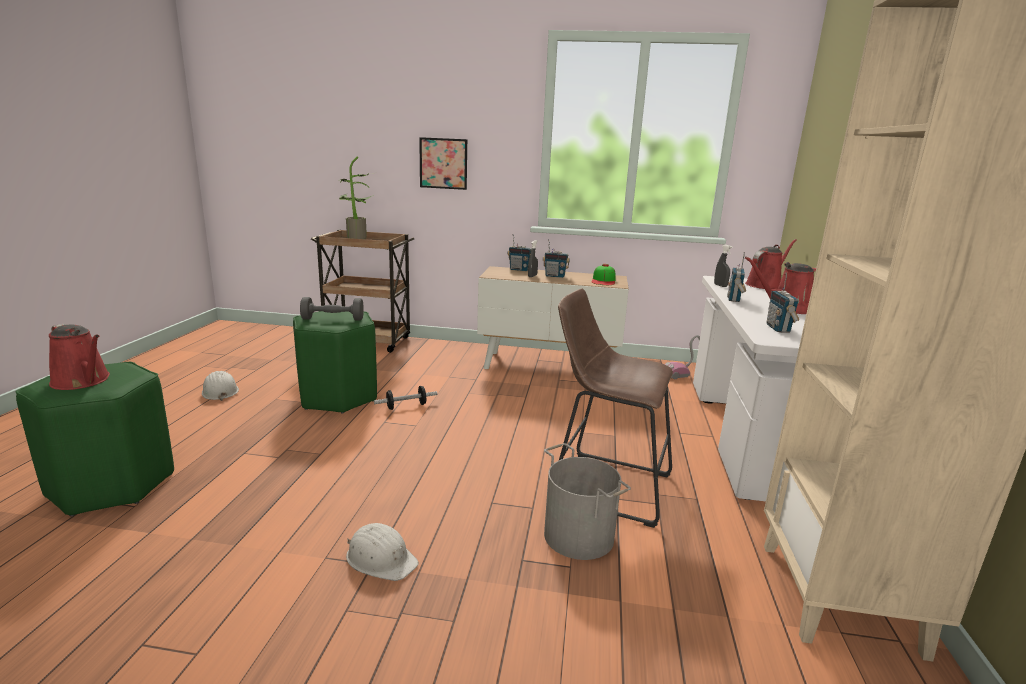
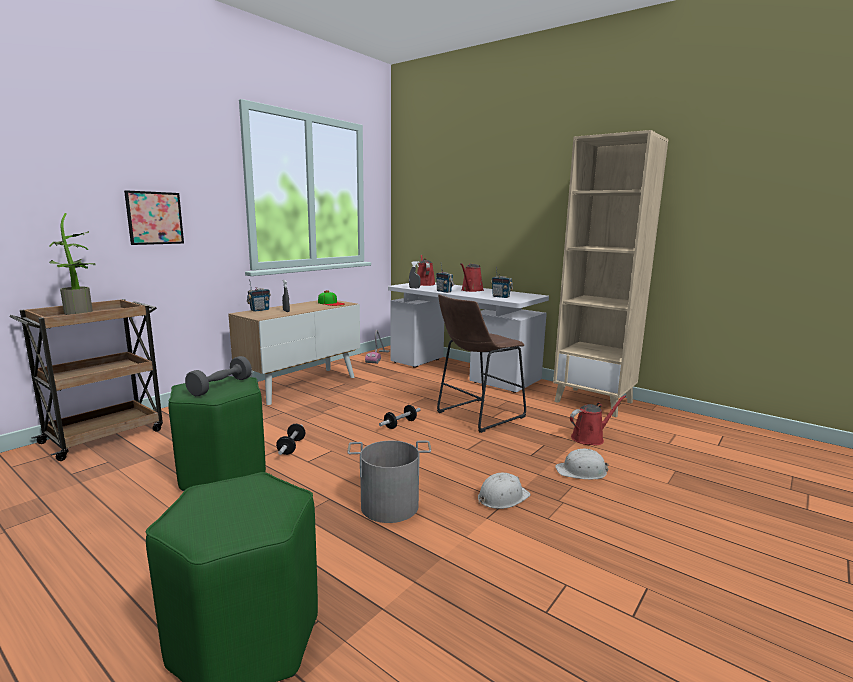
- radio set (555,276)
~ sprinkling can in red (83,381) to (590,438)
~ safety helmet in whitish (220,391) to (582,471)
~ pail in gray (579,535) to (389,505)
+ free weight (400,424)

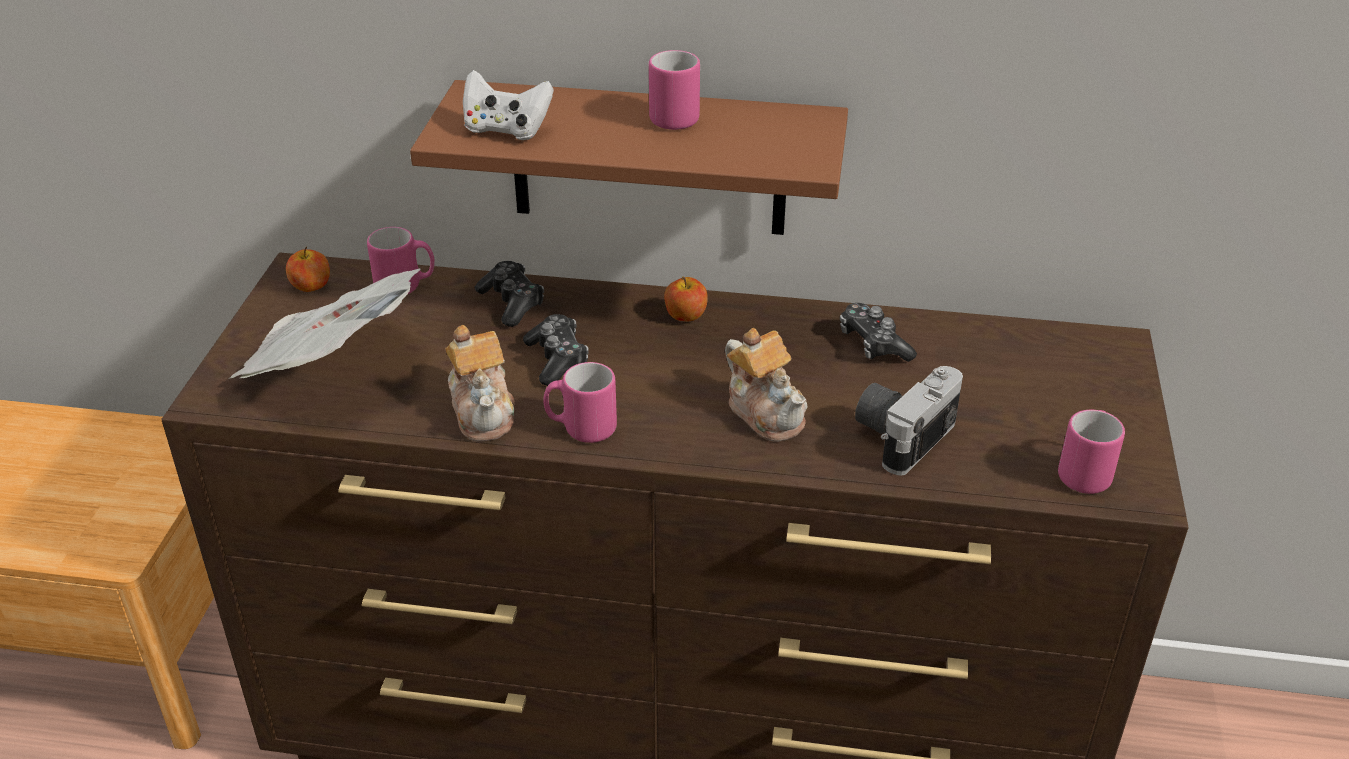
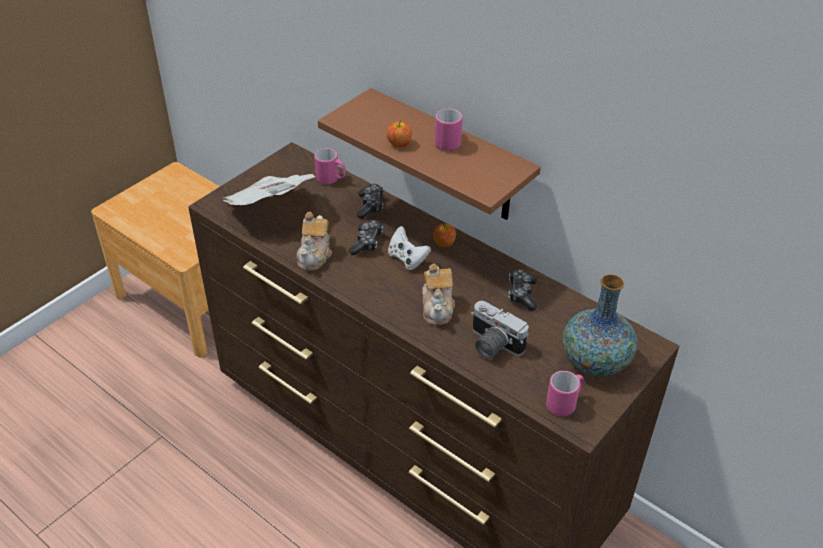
~ game controller in whitish (506,130) to (407,259)
~ apple (311,286) to (399,144)
- tea mug in pinkish (581,428)
~ photo camera (901,434) = (491,345) 120 degrees counterclockwise
+ decorative vase (595,362)

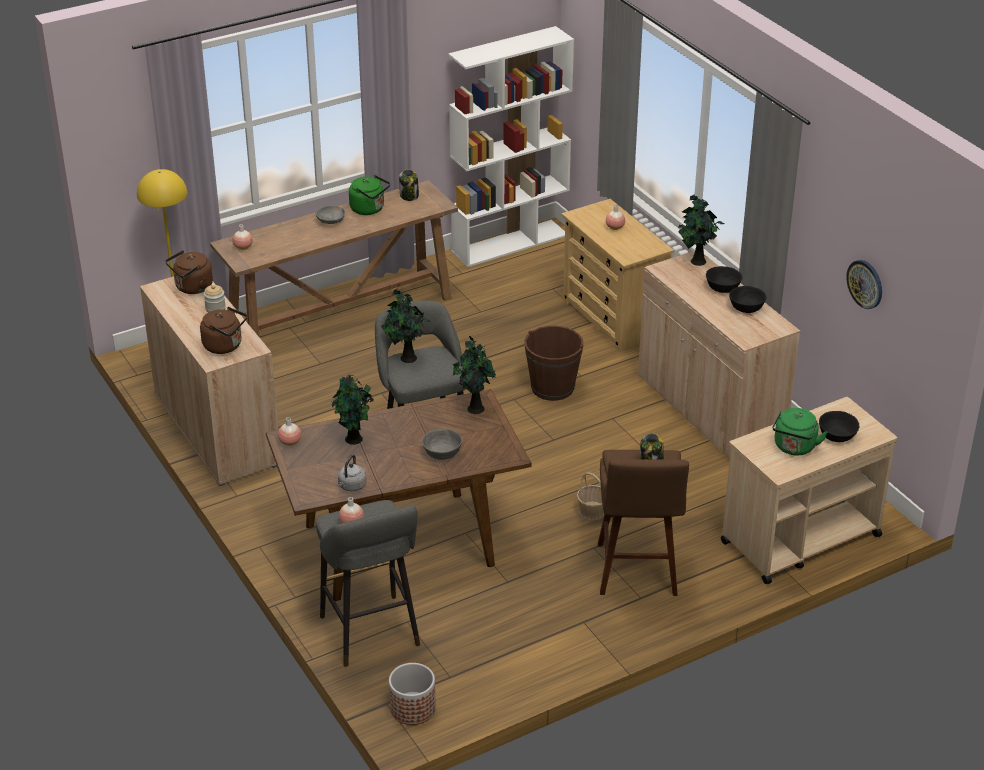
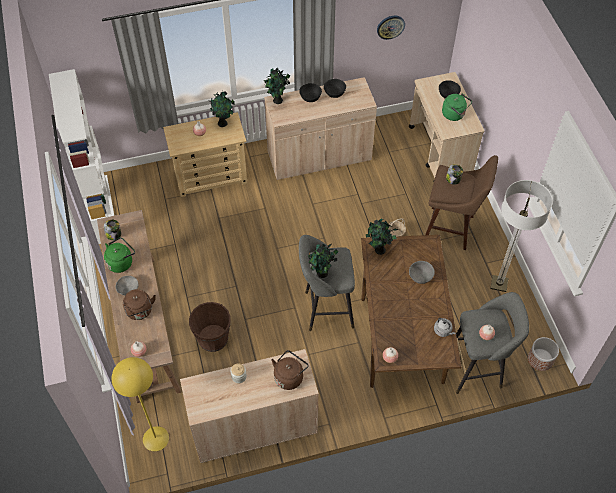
~ tea kettle in brown-coloured (192,288) to (140,312)
~ pail in brown-coloured (552,388) to (213,338)
~ potted plant (354,440) to (223,123)
+ standard lamp (499,284)

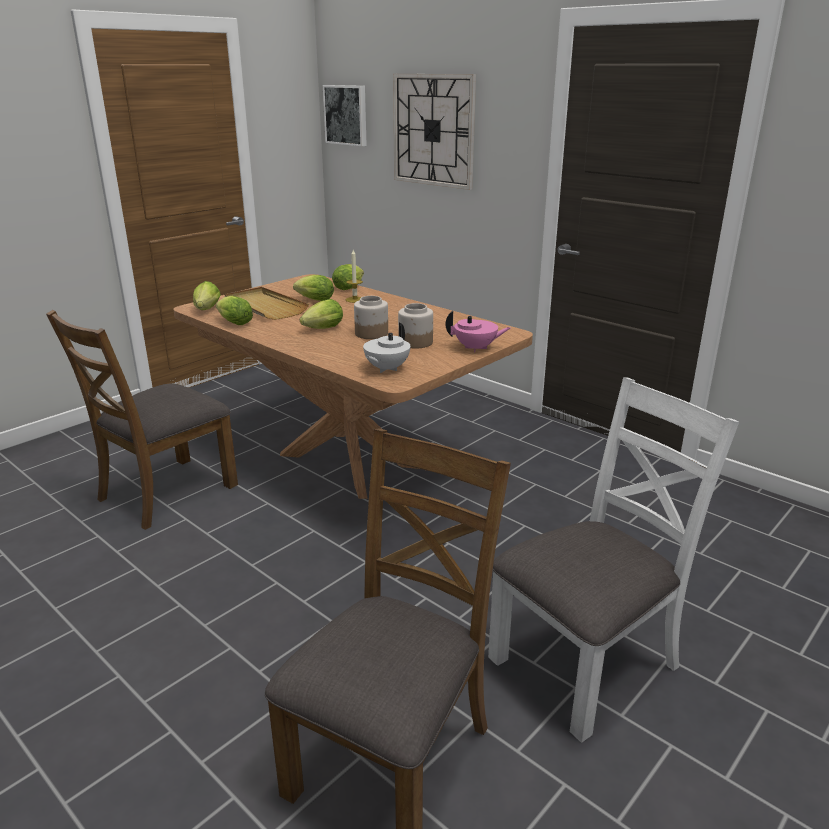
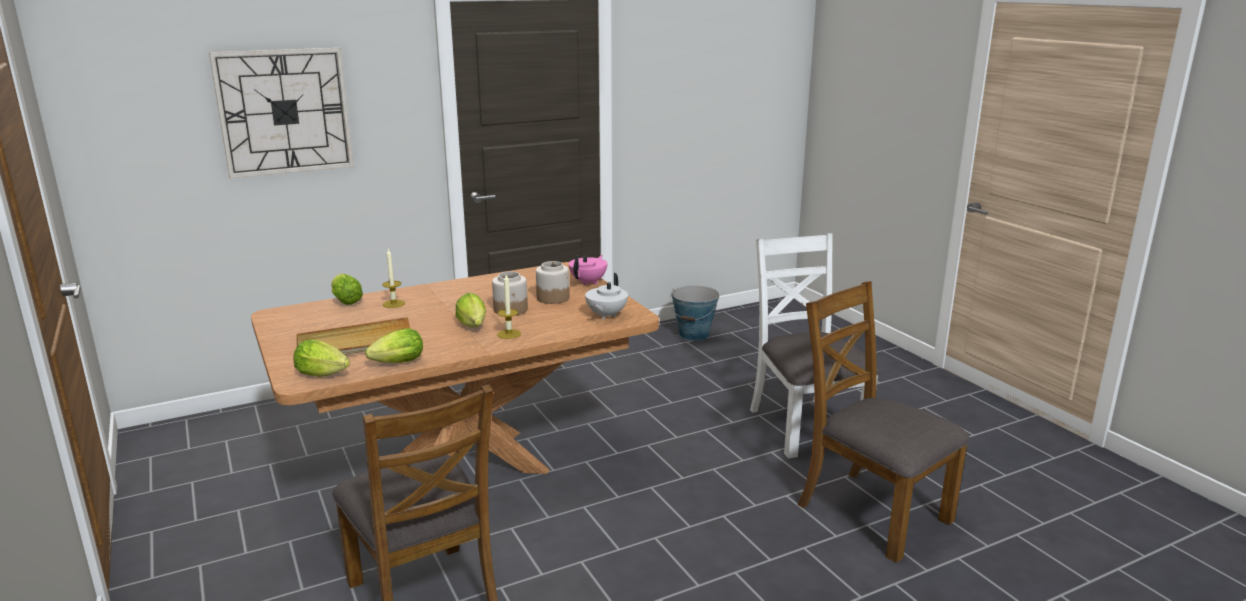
- picture (346,115)
- lettuce head (313,300)
~ teapot in whitish (386,369) = (606,315) 60 degrees clockwise
+ wax candle (509,334)
+ pail (694,335)

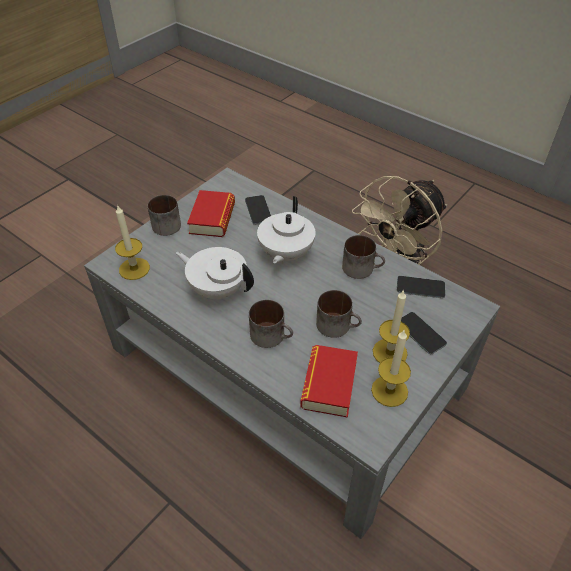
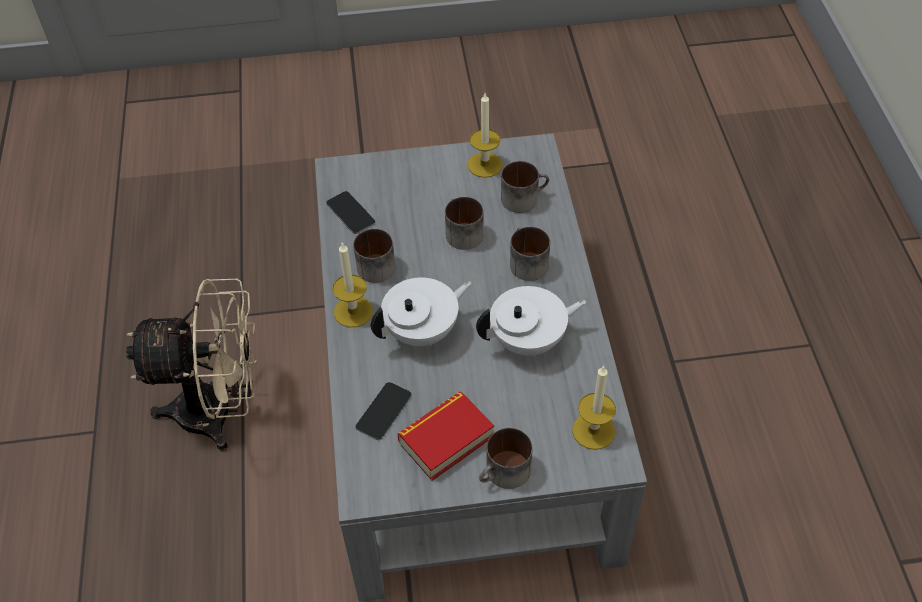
~ teapot in whitish (218,289) = (529,341) 90 degrees counterclockwise
~ wax candle (389,352) to (353,311)
- phone (421,333)
~ bound book (329,384) to tea mug (523,197)

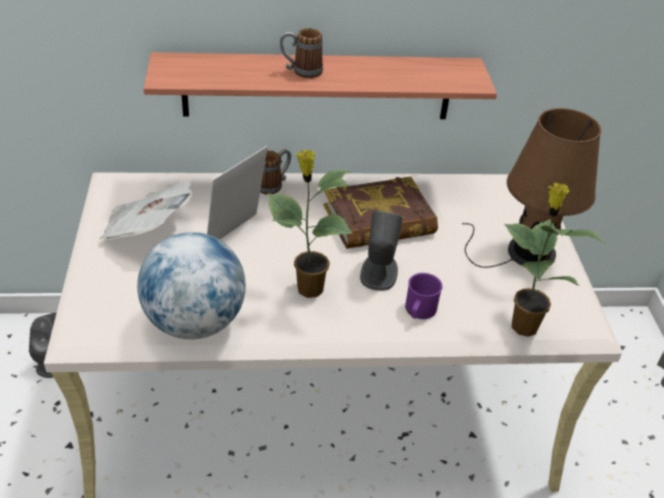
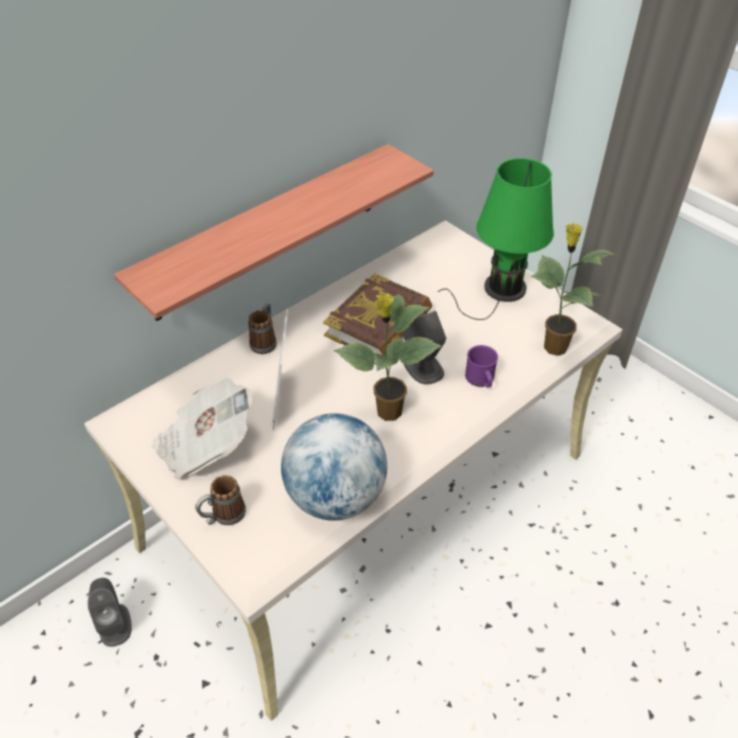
~ tea mug (301,71) to (223,516)
~ lamp for a table in brown-coloured (525,252) to lamp for a table in green (500,290)

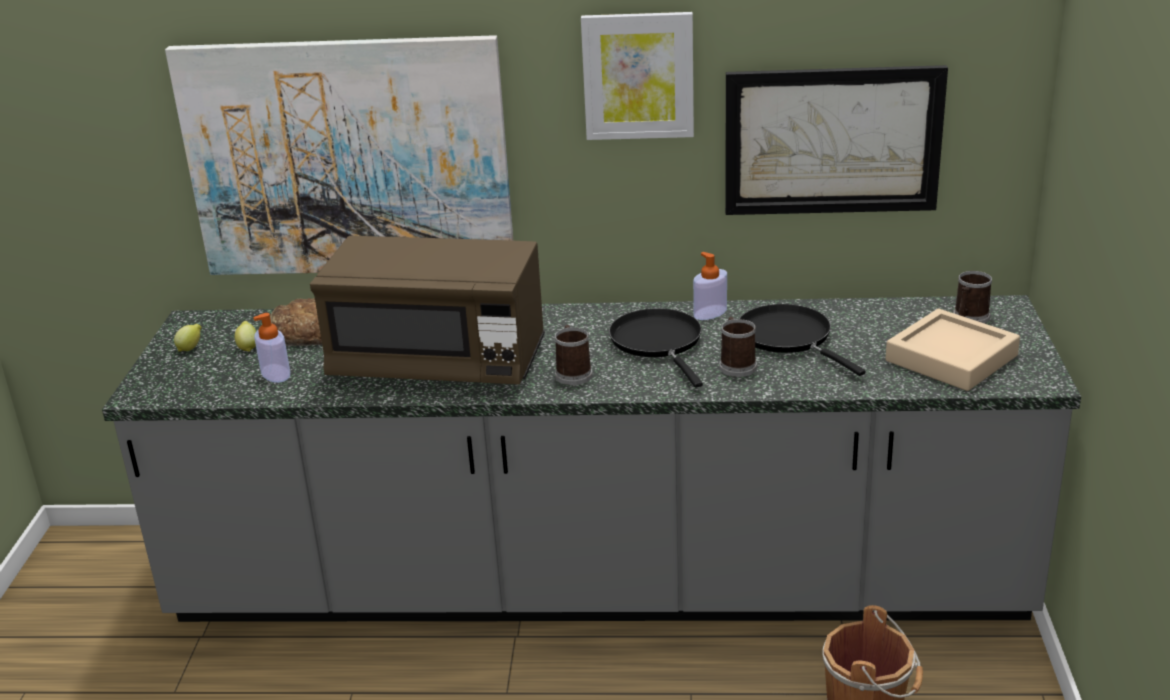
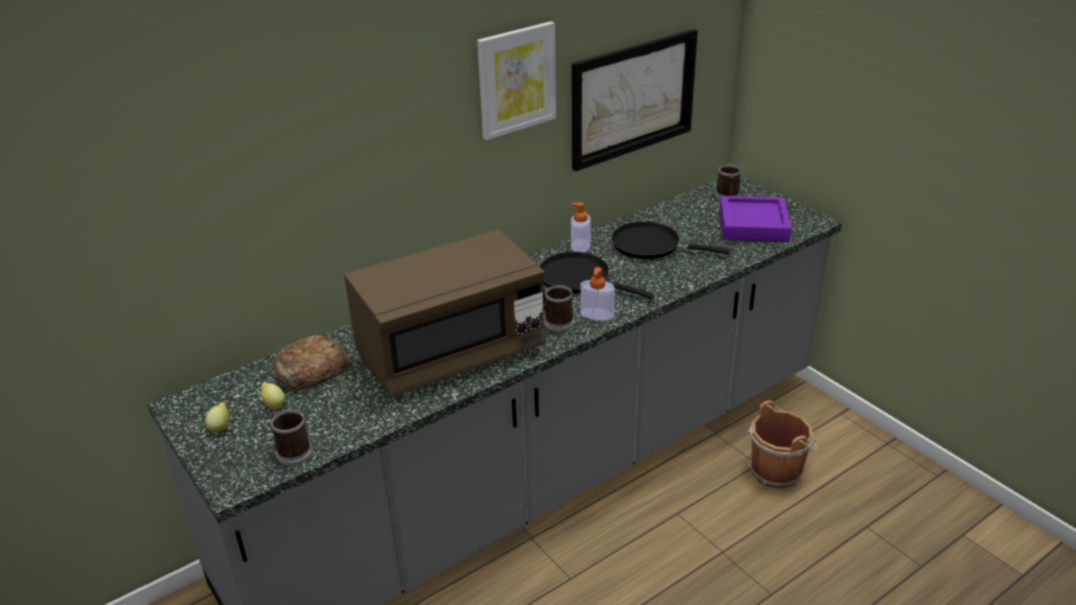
- picture (347,158)
~ tray in beige (951,358) to tray in purple (753,225)
~ soap dispenser (275,373) to (597,314)
~ tea mug (736,365) to (291,451)

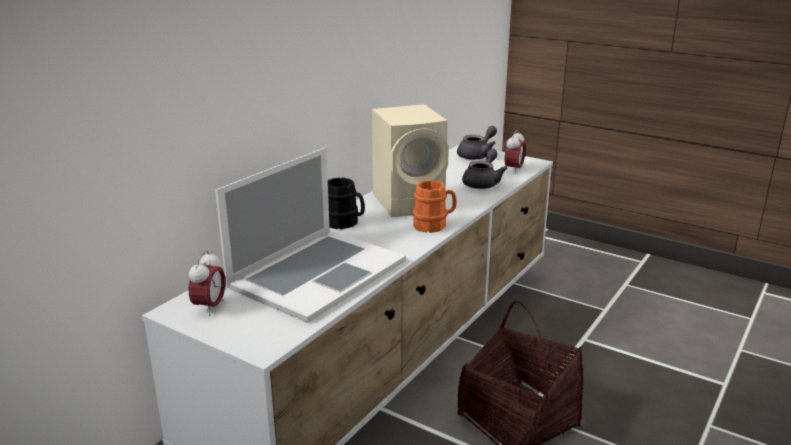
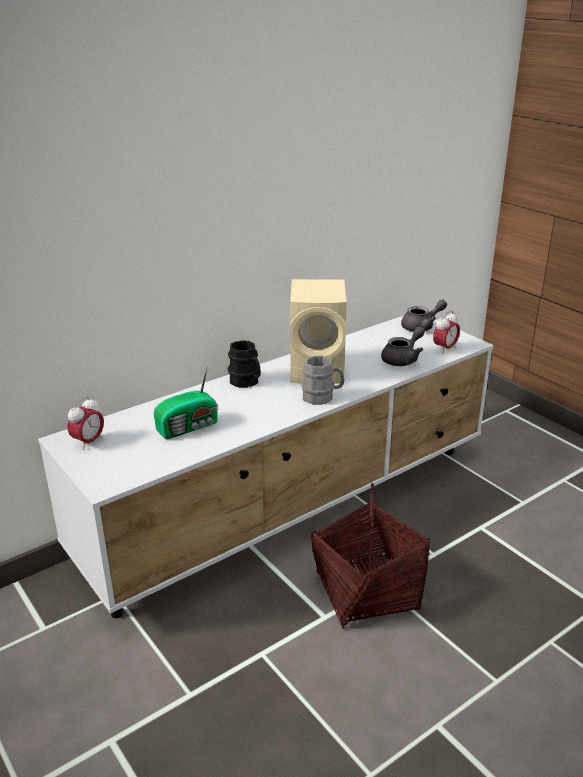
~ portable computer (317,273) to radio set (189,427)
~ tea mug in orange-coloured (434,225) to tea mug in gray (322,397)

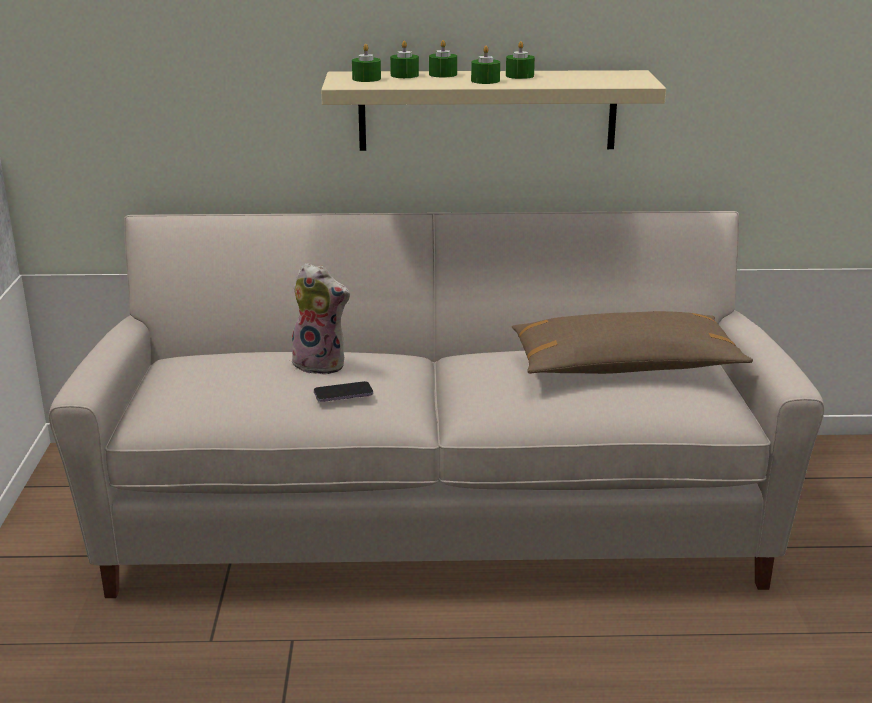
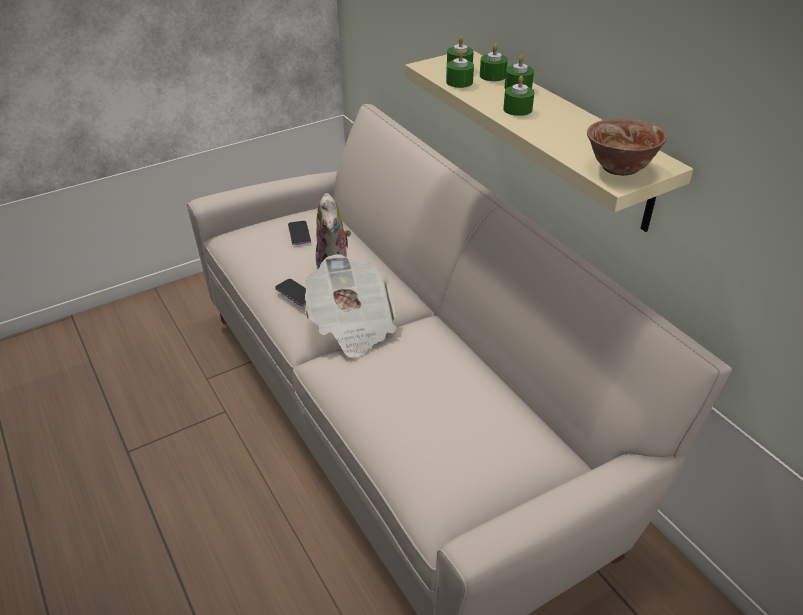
~ wax candle in green (519,76) to (459,82)
- throw pillow in brown-coloured (624,366)
+ deep dish (619,168)
+ phone (299,234)
+ daily paper (352,325)

